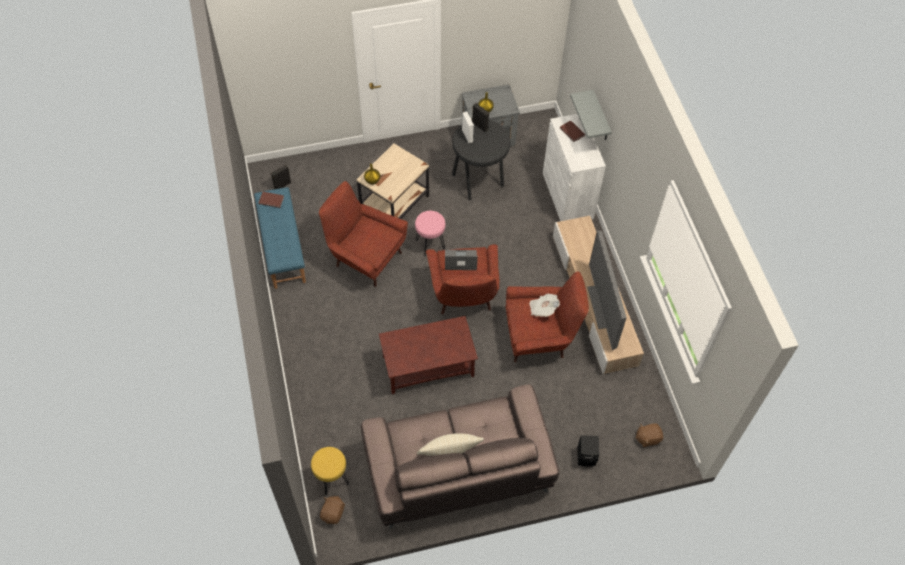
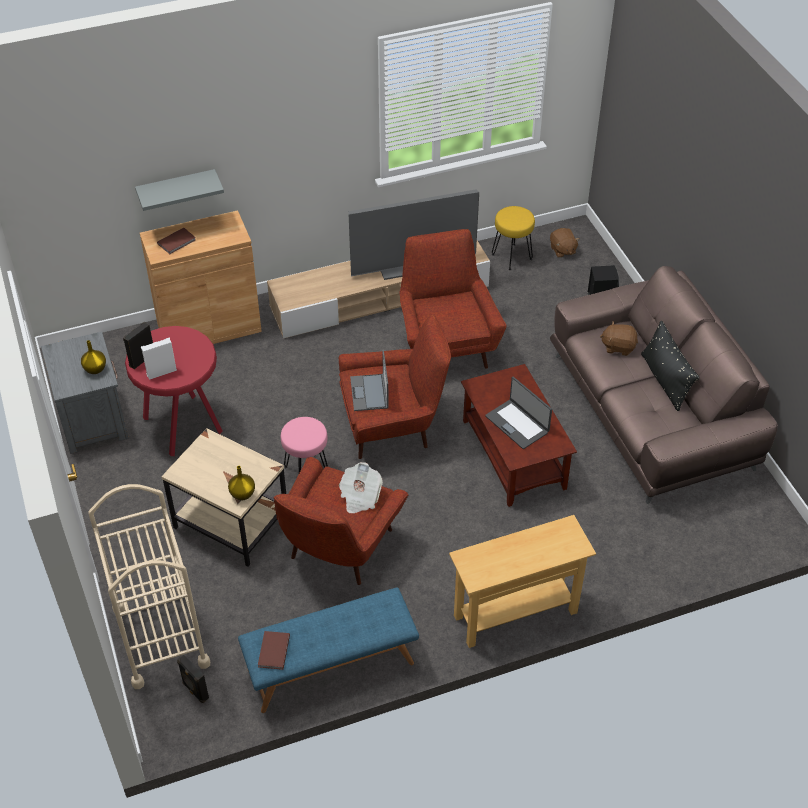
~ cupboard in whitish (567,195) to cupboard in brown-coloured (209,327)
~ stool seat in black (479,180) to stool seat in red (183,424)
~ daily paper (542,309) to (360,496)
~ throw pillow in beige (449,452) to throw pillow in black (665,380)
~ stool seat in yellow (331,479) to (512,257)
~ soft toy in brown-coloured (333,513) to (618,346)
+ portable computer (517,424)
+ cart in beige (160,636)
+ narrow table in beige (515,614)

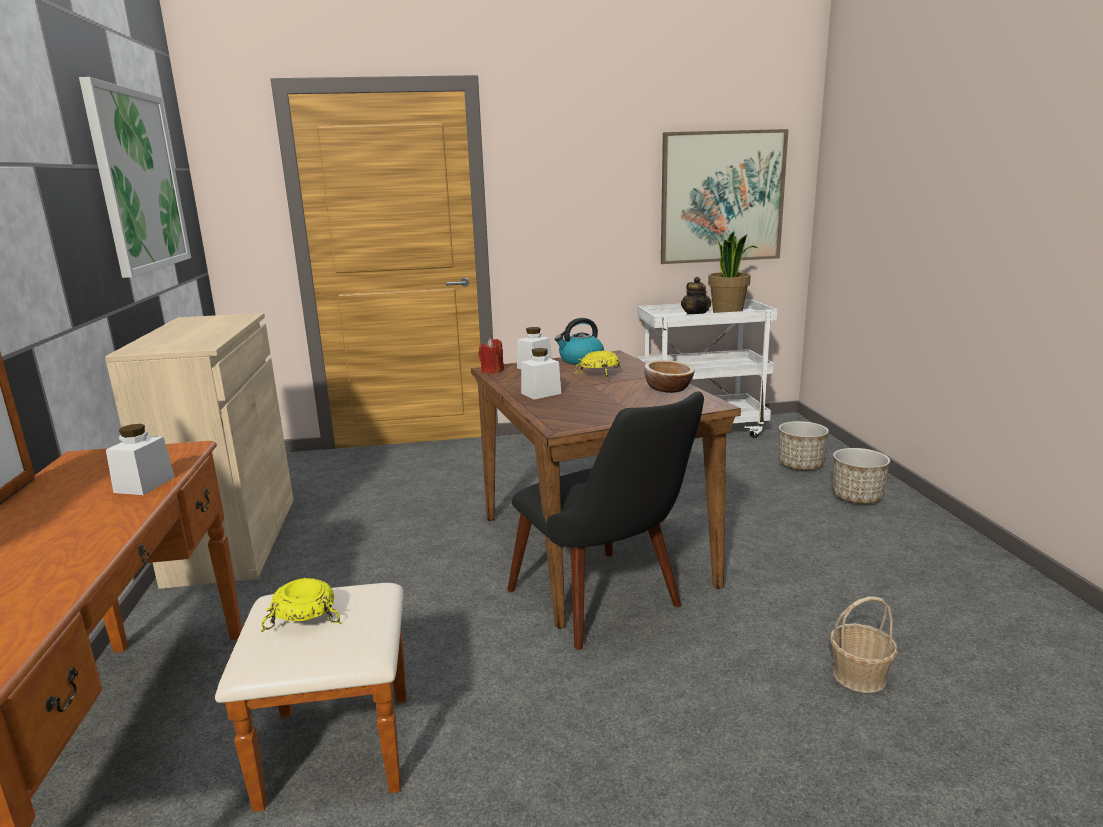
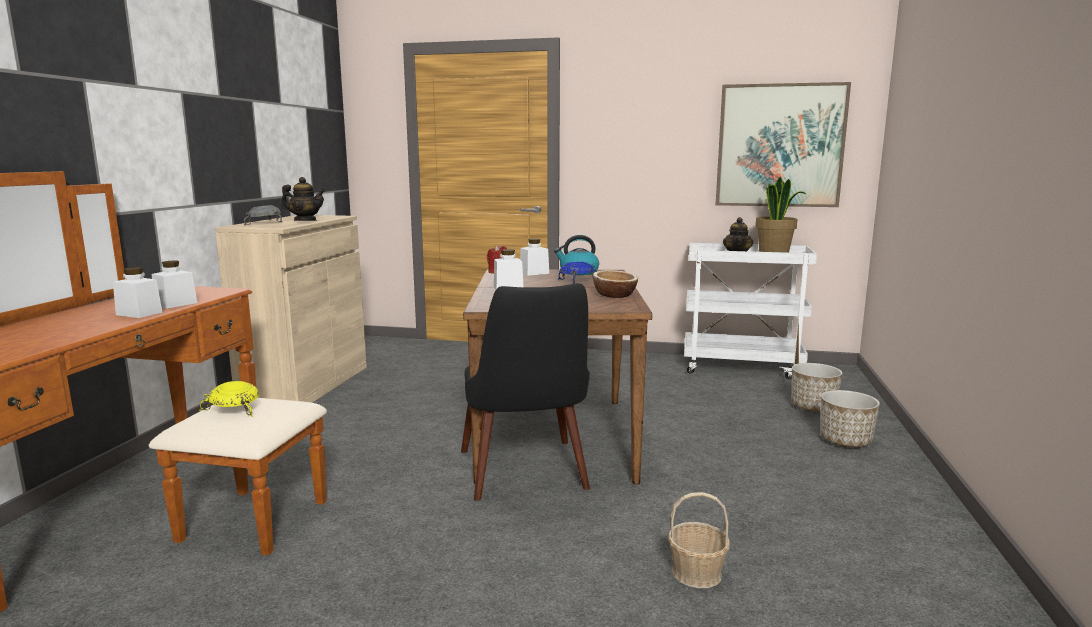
- picture (138,181)
~ deep dish in yellow (601,374) to deep dish in blue-coloured (577,282)
+ teapot (305,221)
+ deep dish in gray (266,223)
+ storage jar in whitish (139,313)

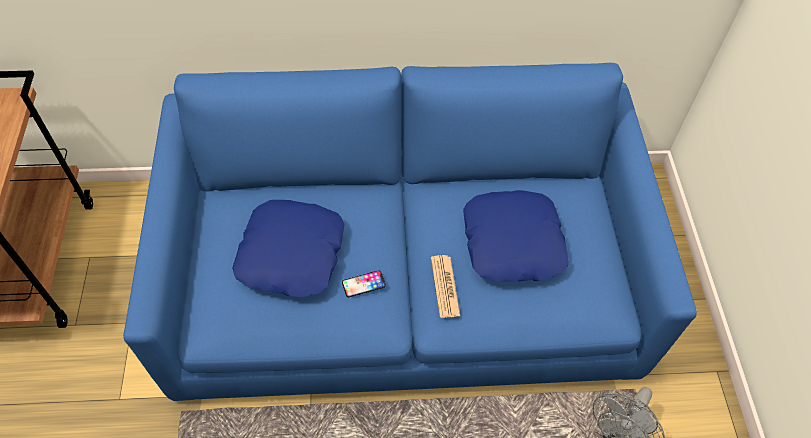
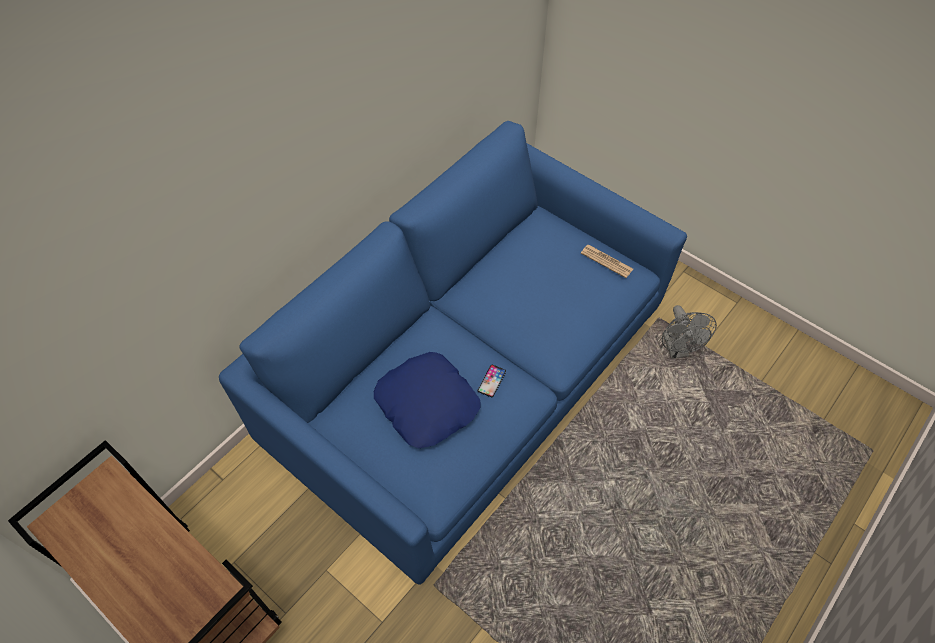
- throw pillow in blue-coloured (513,242)
~ daily paper (445,286) to (606,261)

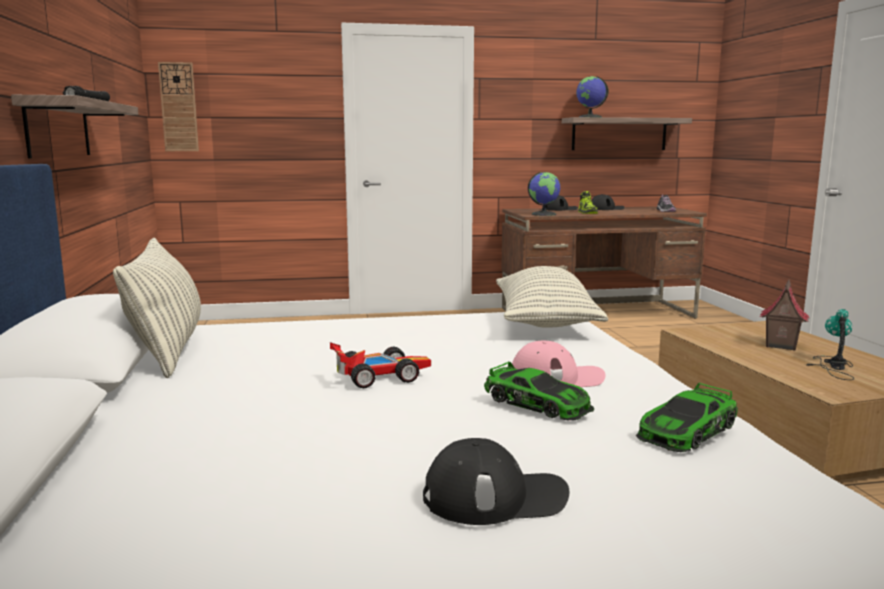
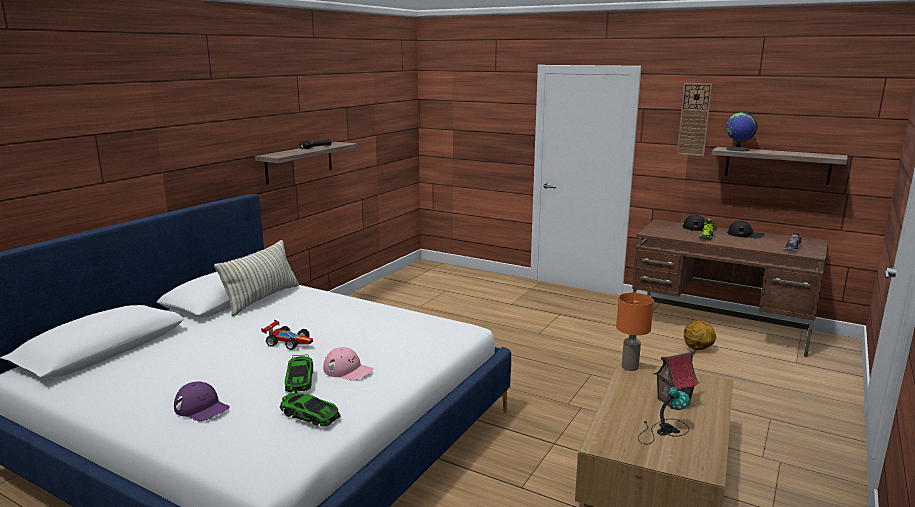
~ hanging clock (179,107) to (694,119)
- globe (544,214)
- throw pillow (544,321)
~ model car (687,430) = (310,414) 150 degrees counterclockwise
~ peaked cap in black (495,497) to peaked cap in purple (201,408)
+ lamp for a table in orange-coloured (629,367)
+ ball for basketball (697,349)

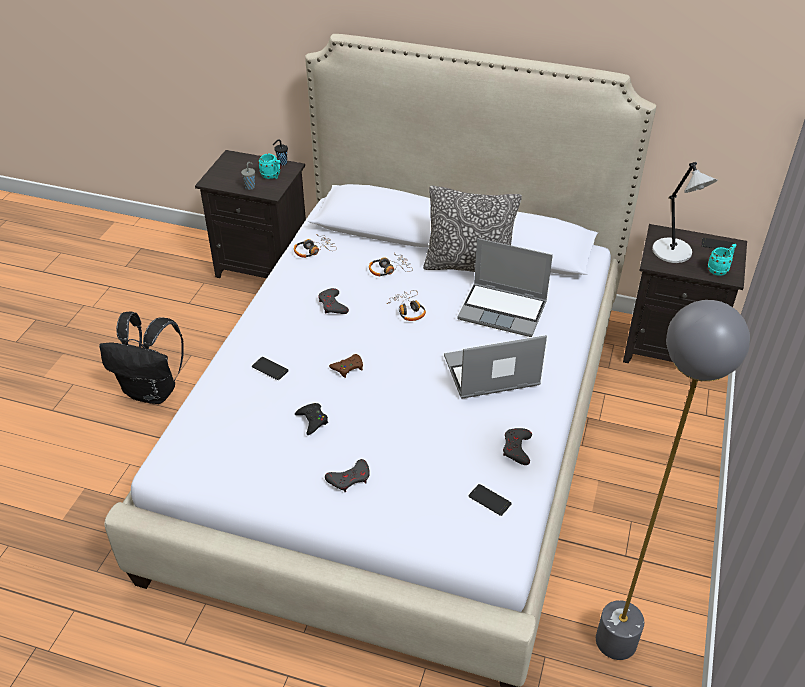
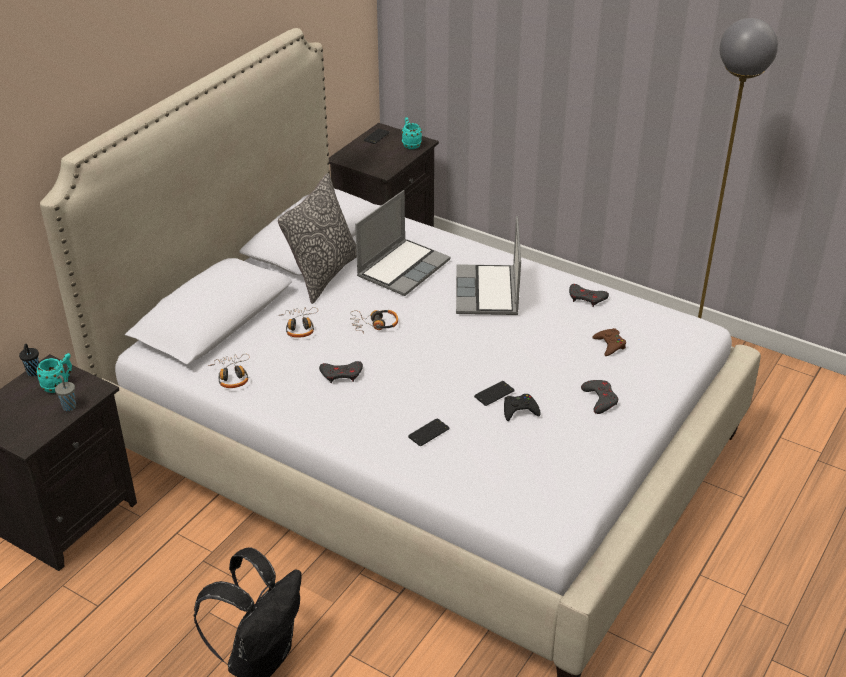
- lamp for a table in gray (673,252)
~ game controller in brown-coloured (348,367) to (609,345)
~ phone (489,500) to (494,394)

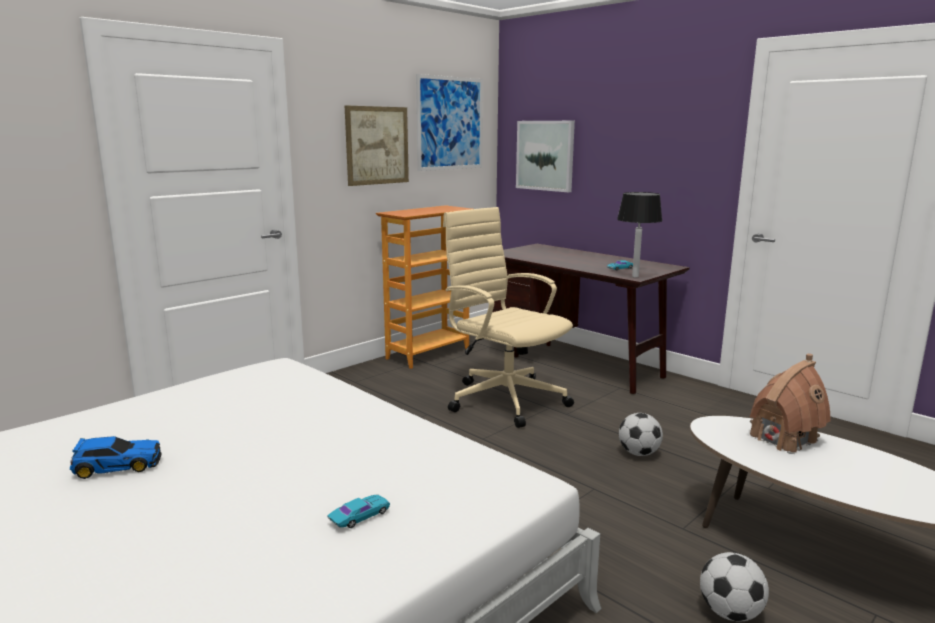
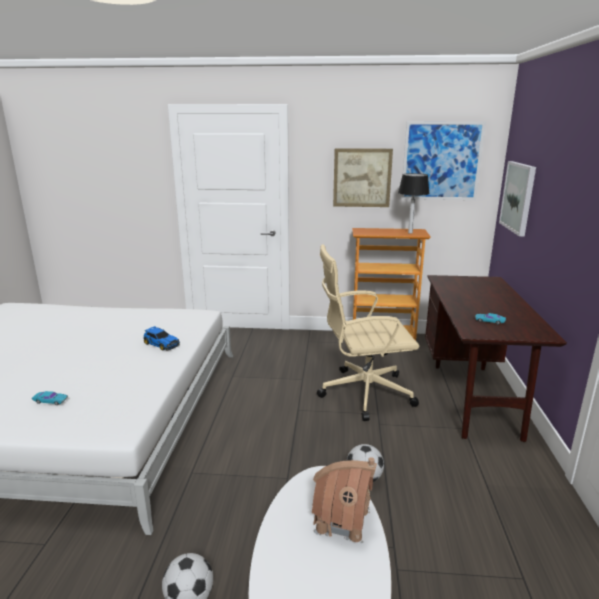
~ lamp for a table (635,276) to (410,233)
~ computer chair in beige (504,399) = (363,393) 105 degrees counterclockwise
~ model car (116,466) to (161,344)

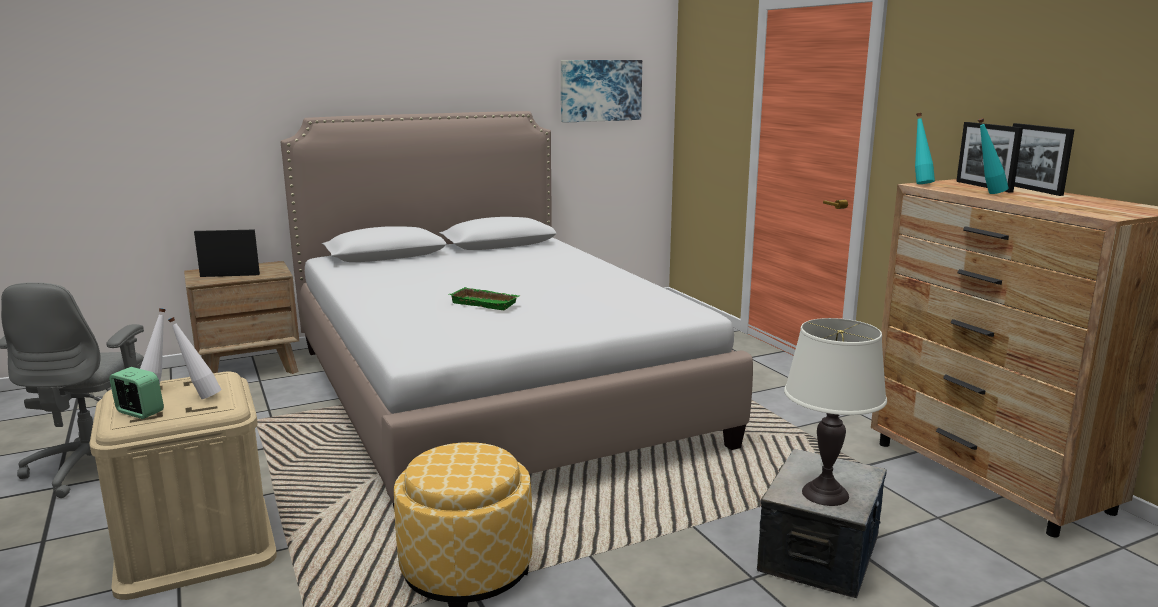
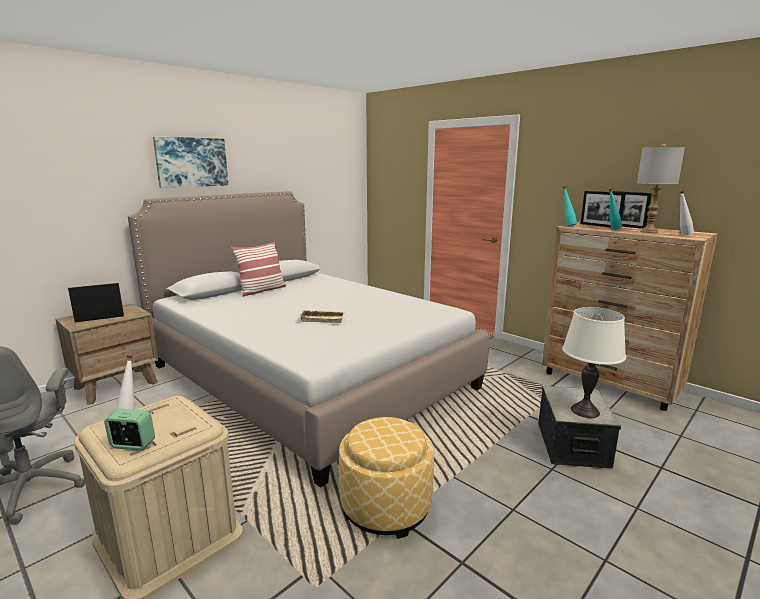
~ picture (600,90) to (191,162)
~ tray in green (486,303) to tray in beige (323,319)
~ beverage bottle in whitish (200,397) to (681,235)
+ lamp for a table in gray (649,231)
+ throw pillow (262,290)

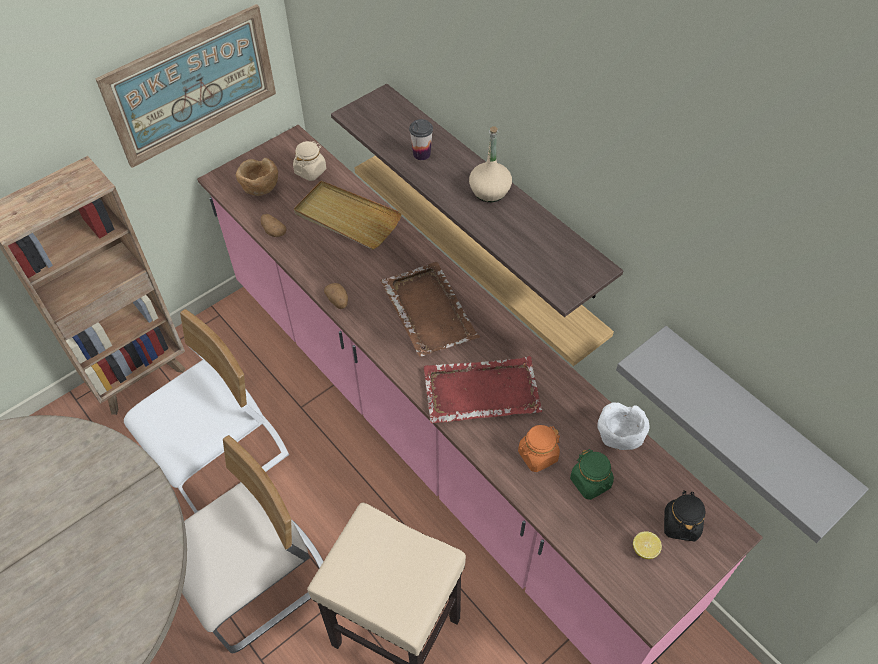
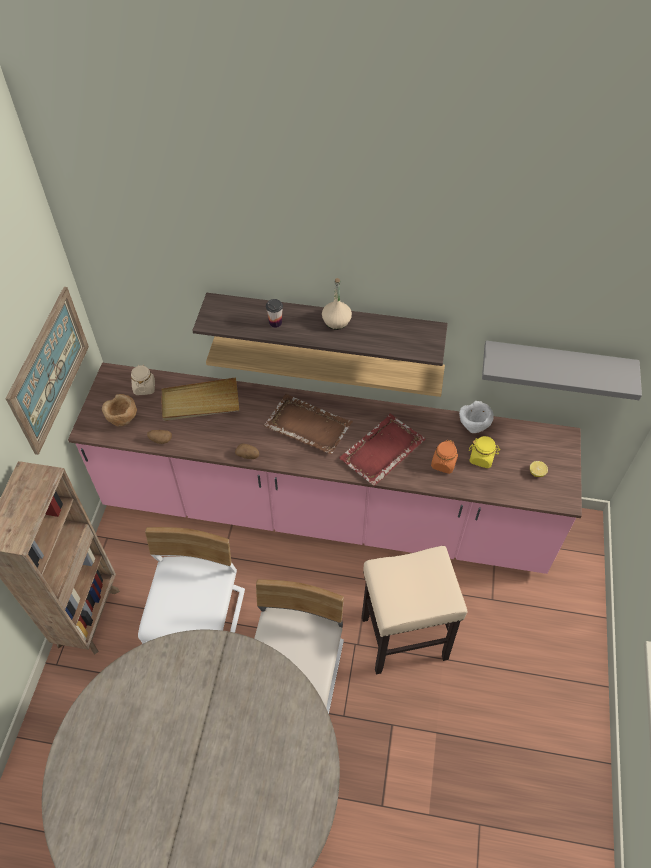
~ storage jar in green (590,482) to storage jar in yellow (481,458)
- storage jar in black (680,524)

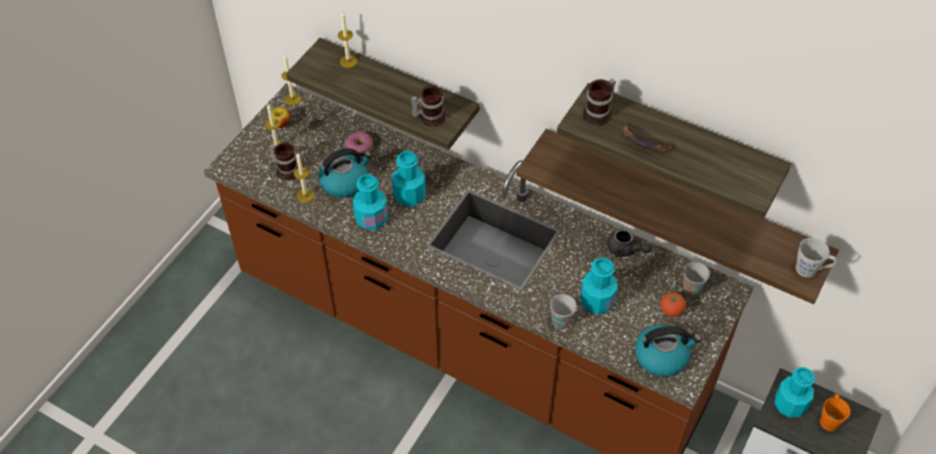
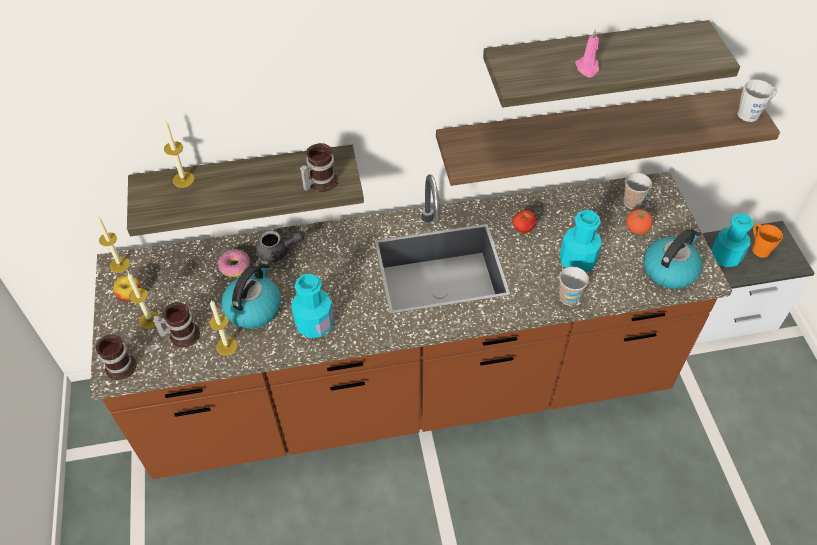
~ tea mug (600,113) to (123,364)
~ banana (643,142) to wax candle in pinkish (587,68)
- beverage bottle in blue-green (409,195)
~ teapot in gray (625,250) to (278,252)
+ tomato (523,228)

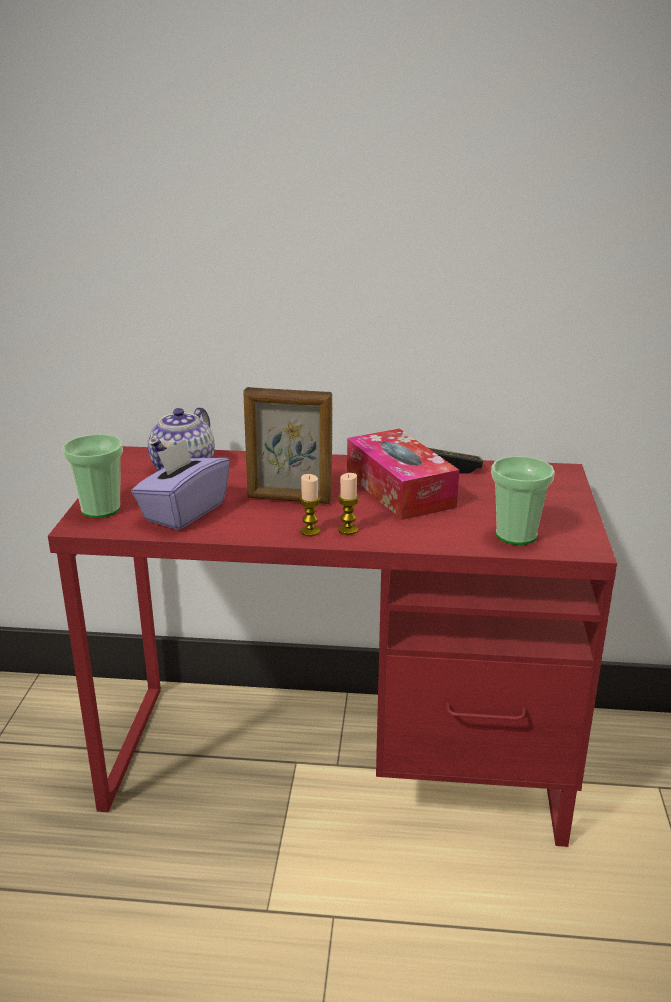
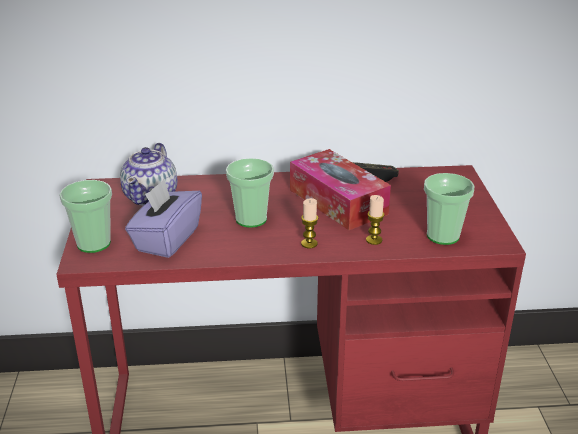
~ photo frame (289,499) to cup (251,219)
~ wax candle (310,531) to (374,240)

